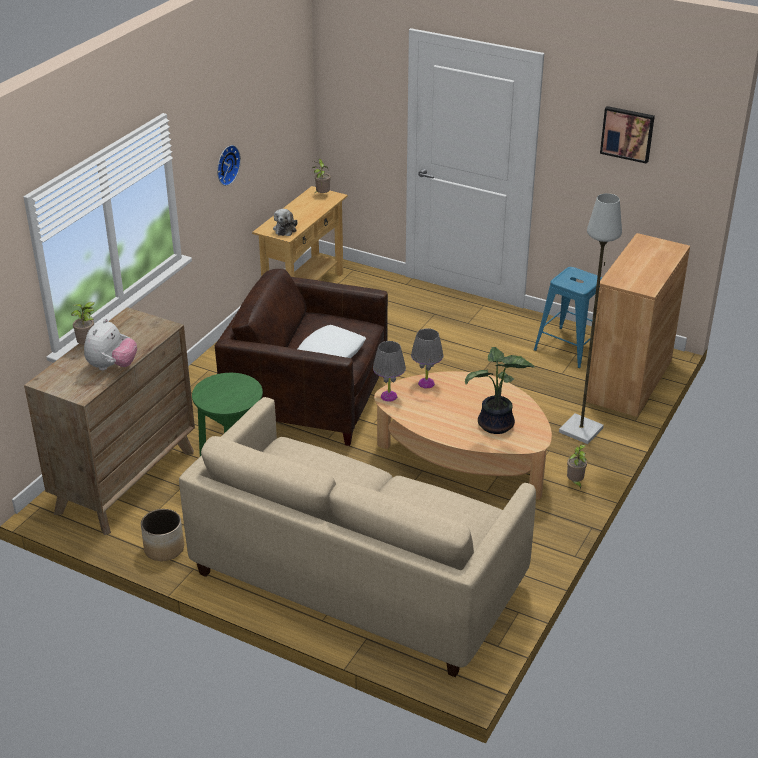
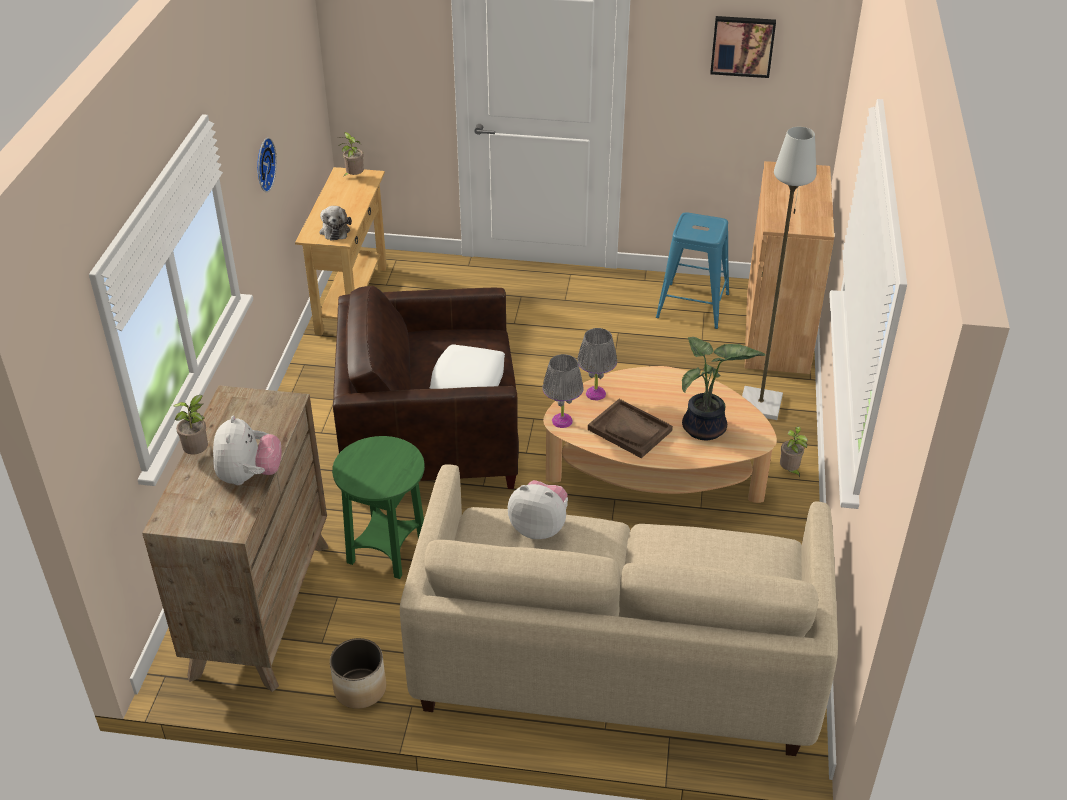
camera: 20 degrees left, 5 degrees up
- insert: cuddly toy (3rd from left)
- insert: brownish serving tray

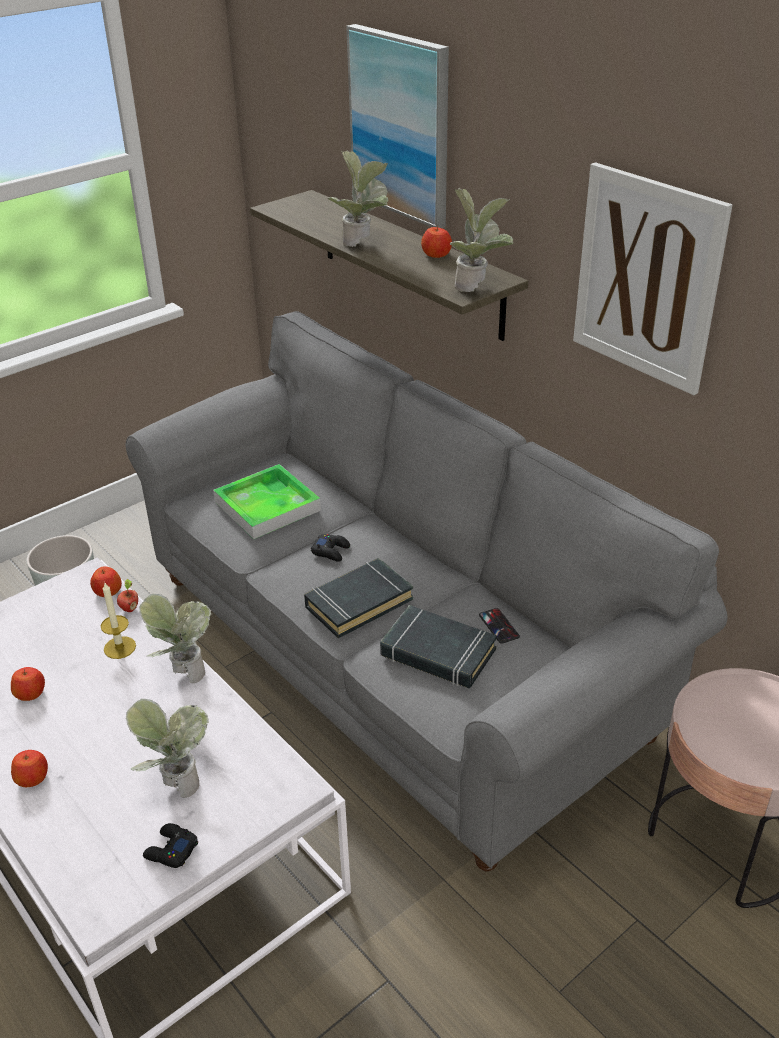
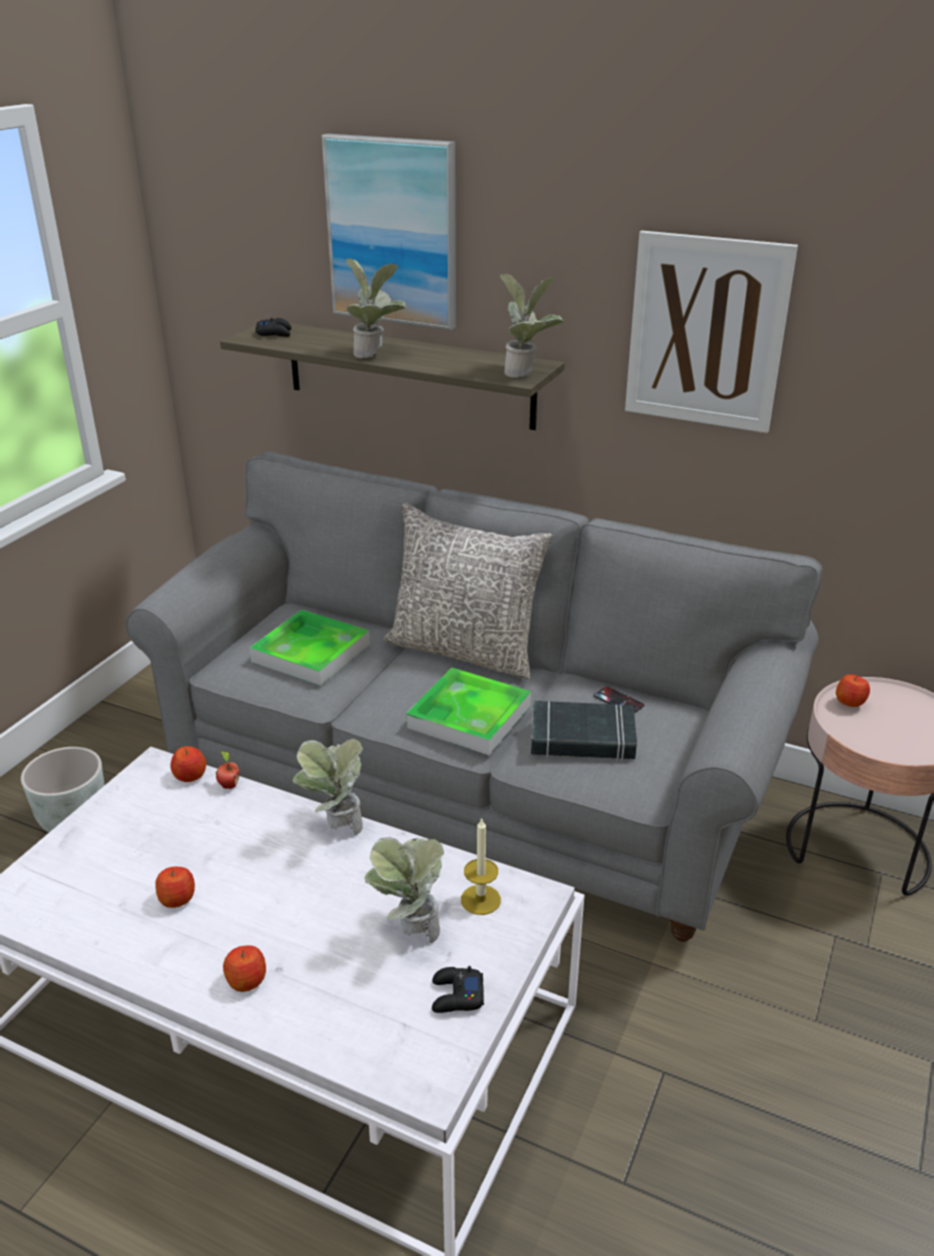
camera: 25 degrees left, 5 degrees down
- insert: greyish throw pillow
- move: candle
- move: black-coloured gamepad (2nd from left in the first image) to black-coloured gamepad (1st from left)
- move: whole apple (5th from left)
- replace: black-coloured volume (1st from left) to serving tray (2nd from left)

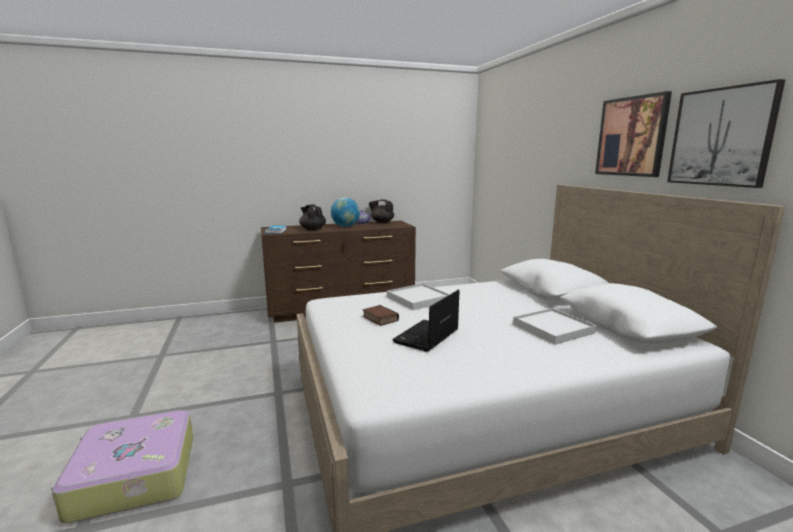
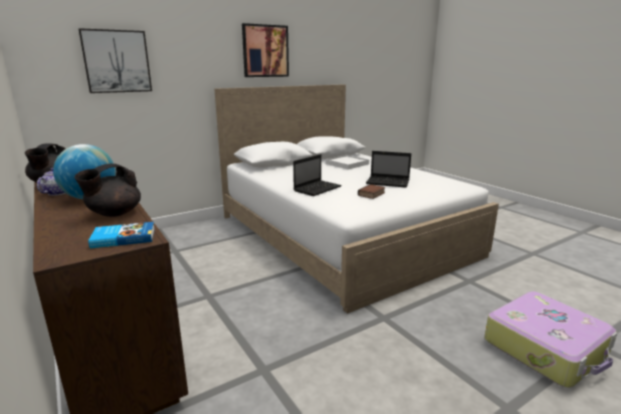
camera: 105 degrees left, 5 degrees up
- move: wall art (2nd from left in the first image) to wall art (1st from left)
- replace: whitish serving tray (1st from left) to laptop (1st from left)

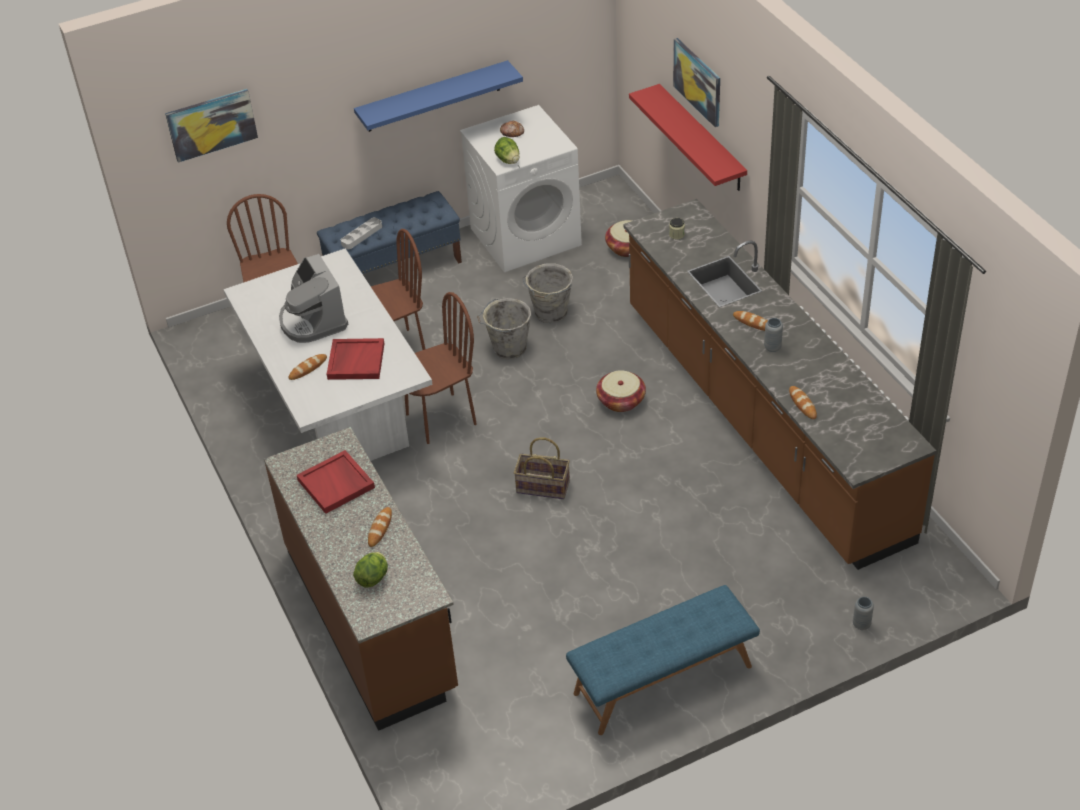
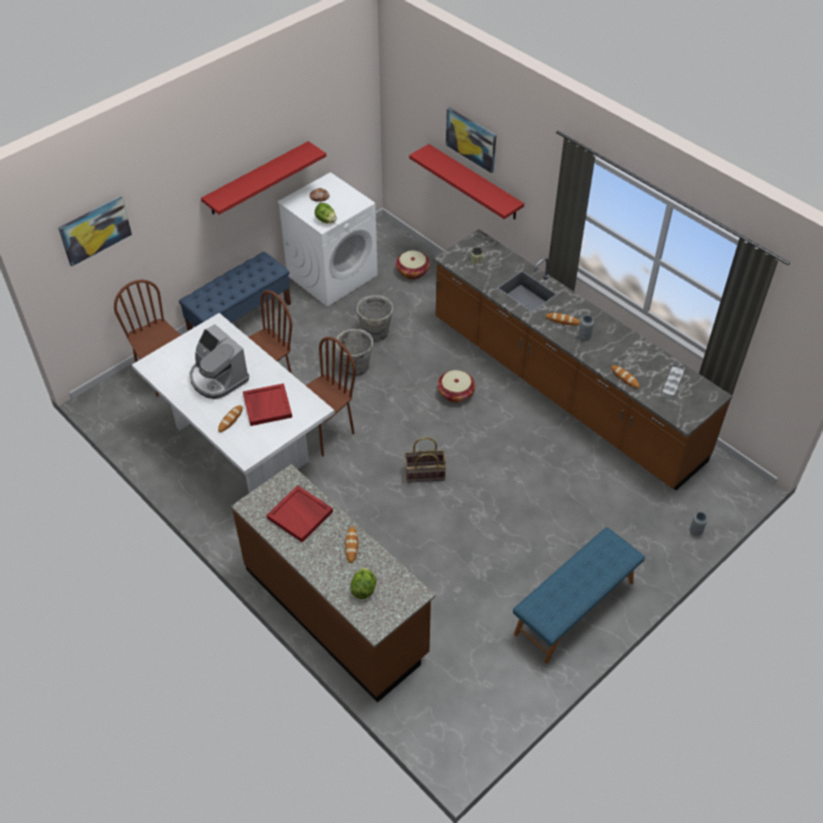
camera: 20 degrees left, 5 degrees up
- move: greyish serving tray
- recolor: bluish wall shelf to reddish wall shelf (1st from left)

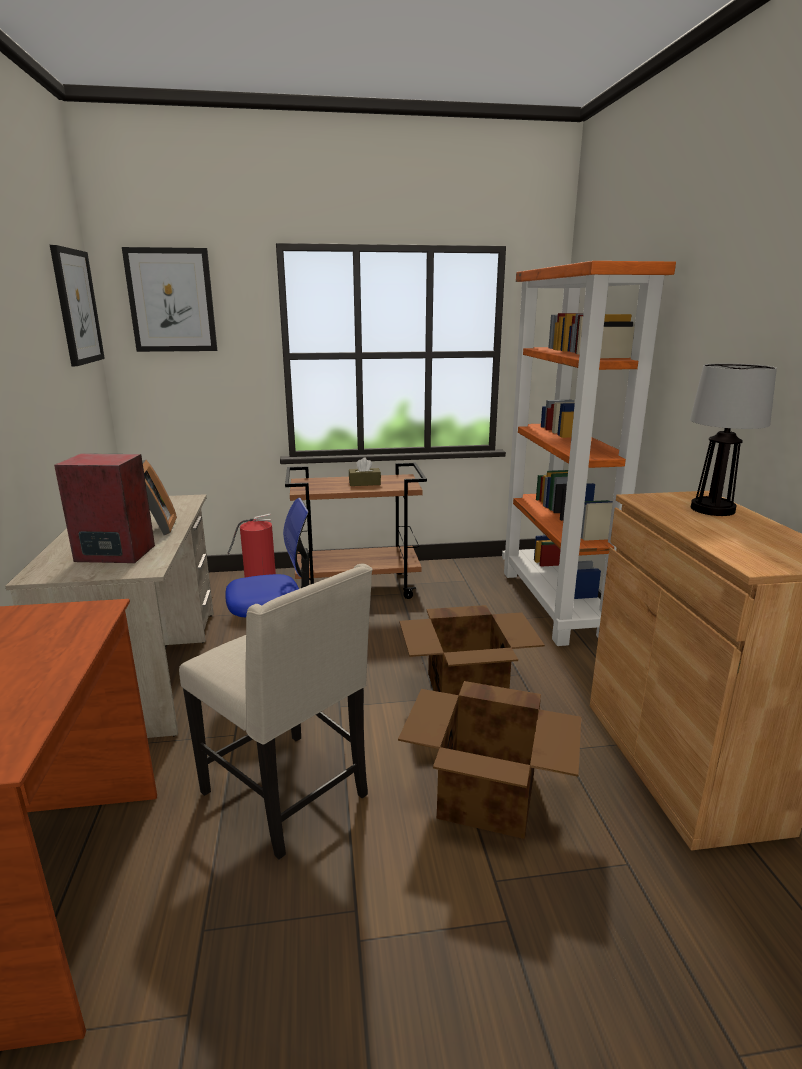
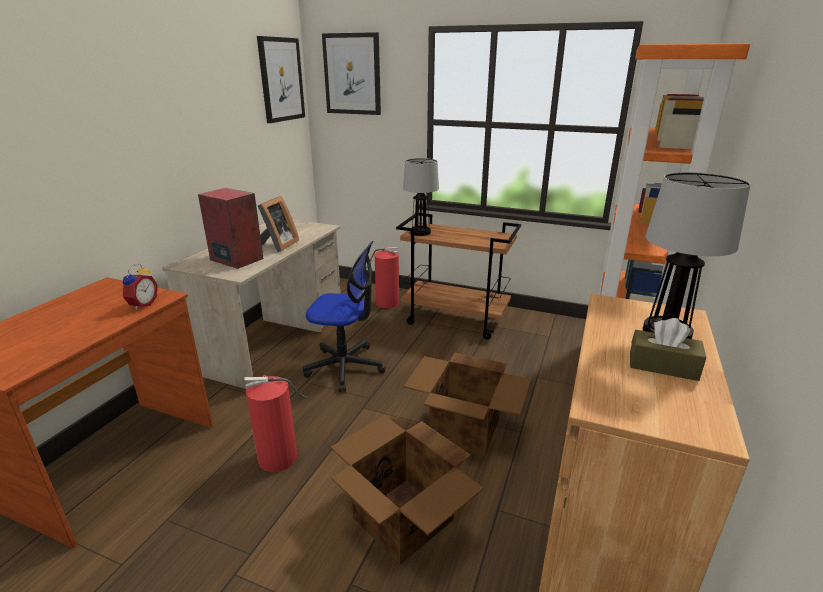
camera: 30 degrees right, 5 degrees up
- insert: alarm clock
- insert: lamp for a table (1st from left)
- move: brownish box of tissues
- replace: beige-coloured plain chair to fire extinguisher (1st from left)

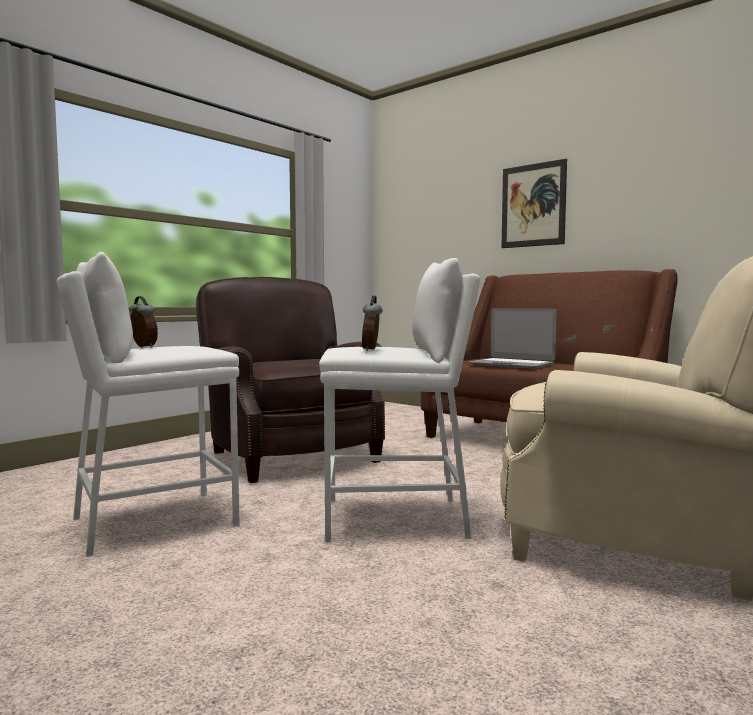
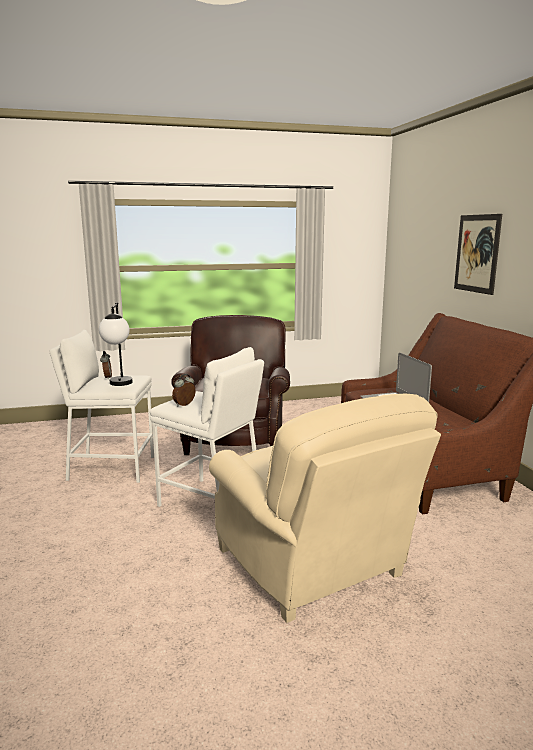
camera: 35 degrees right, 10 degrees up
- insert: lamp for a table

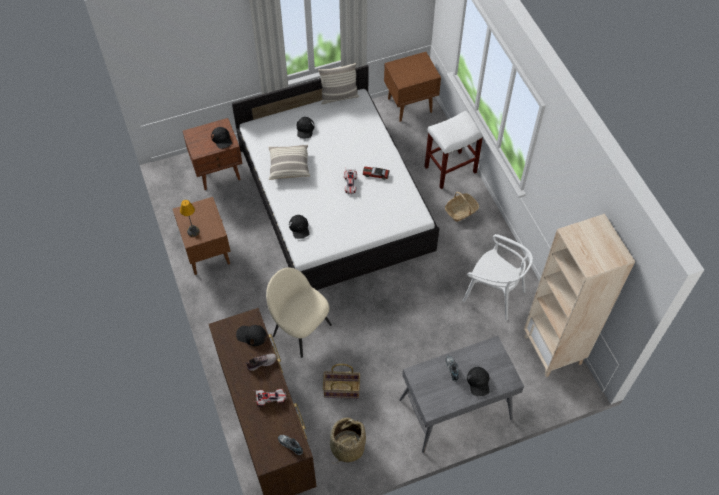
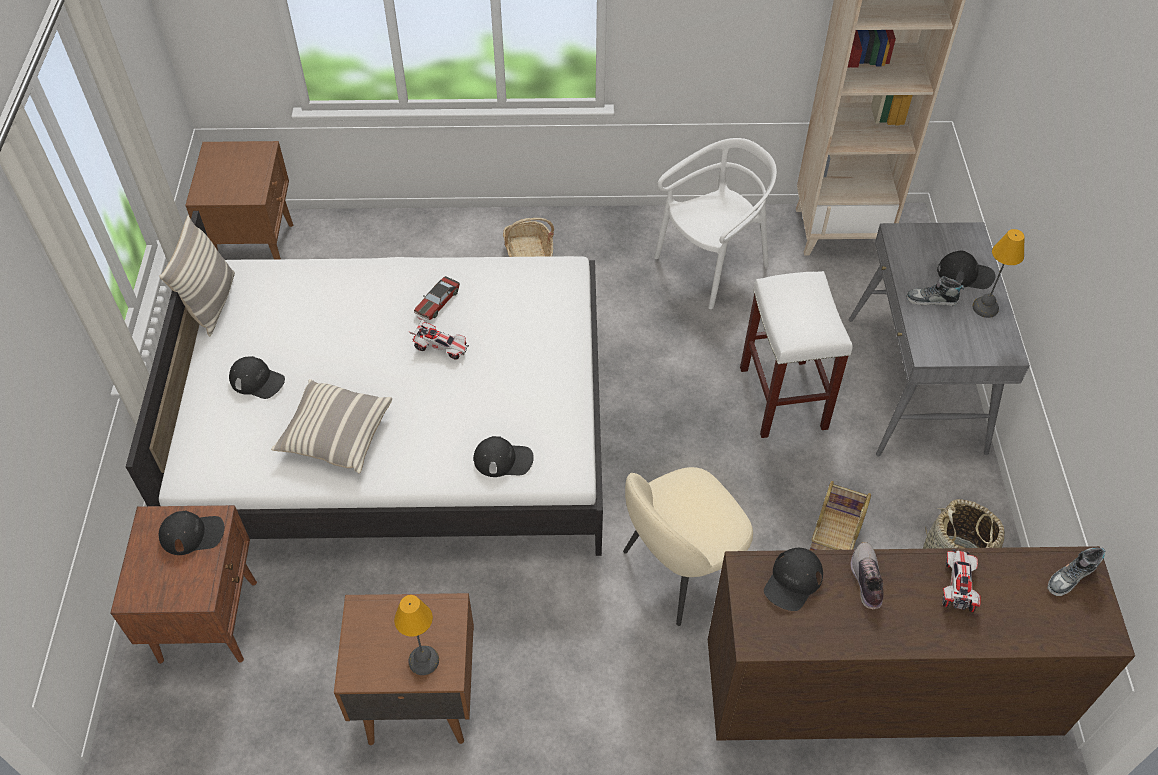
camera: 70 degrees left, 5 degrees down
- insert: lamp for a table (2nd from left)
- move: whitish sitting stool

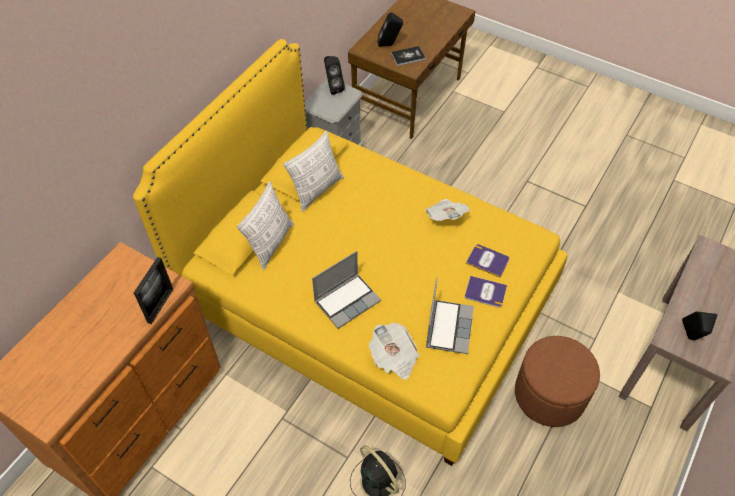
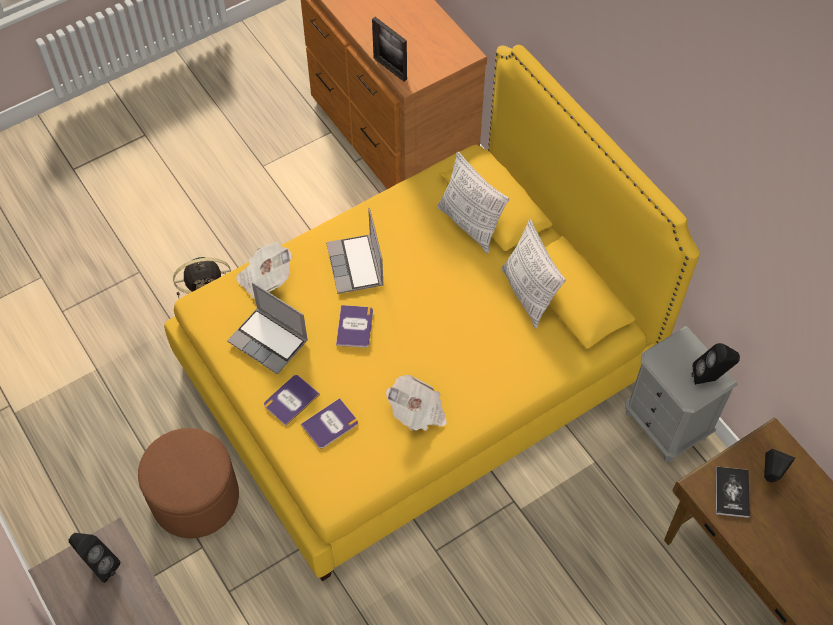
camera: 115 degrees right, 5 degrees up
- insert: volume (3rd from left)

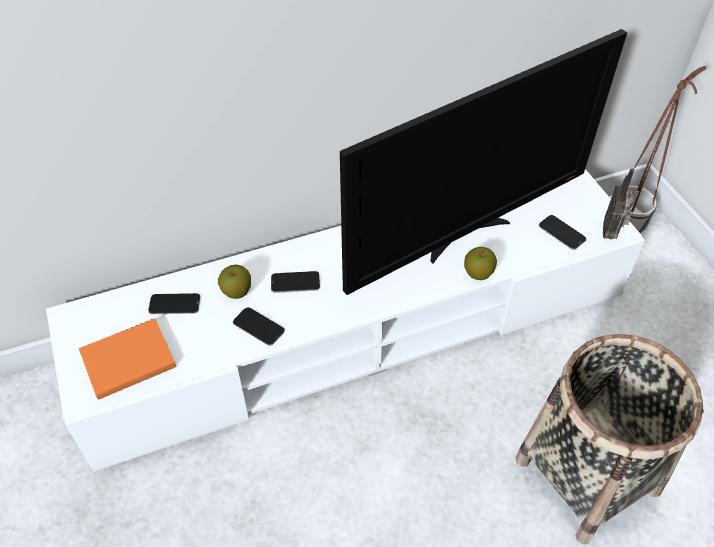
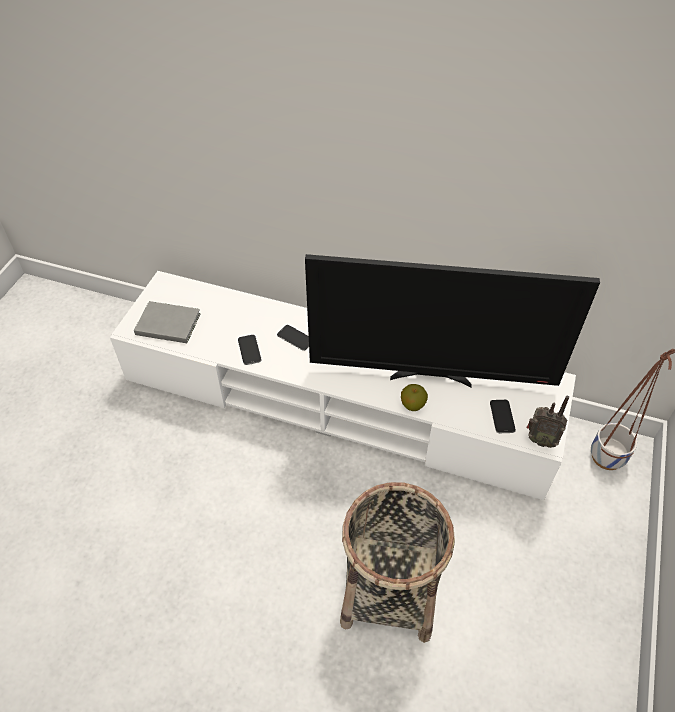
camera: 40 degrees right, 0 degrees up
- delete: handset (1st from left)
- delete: whole apple (1st from left)
- recolor: orange-coloured volume to greyish volume
- rotate: radio receiver 120 degrees counterclockwise

